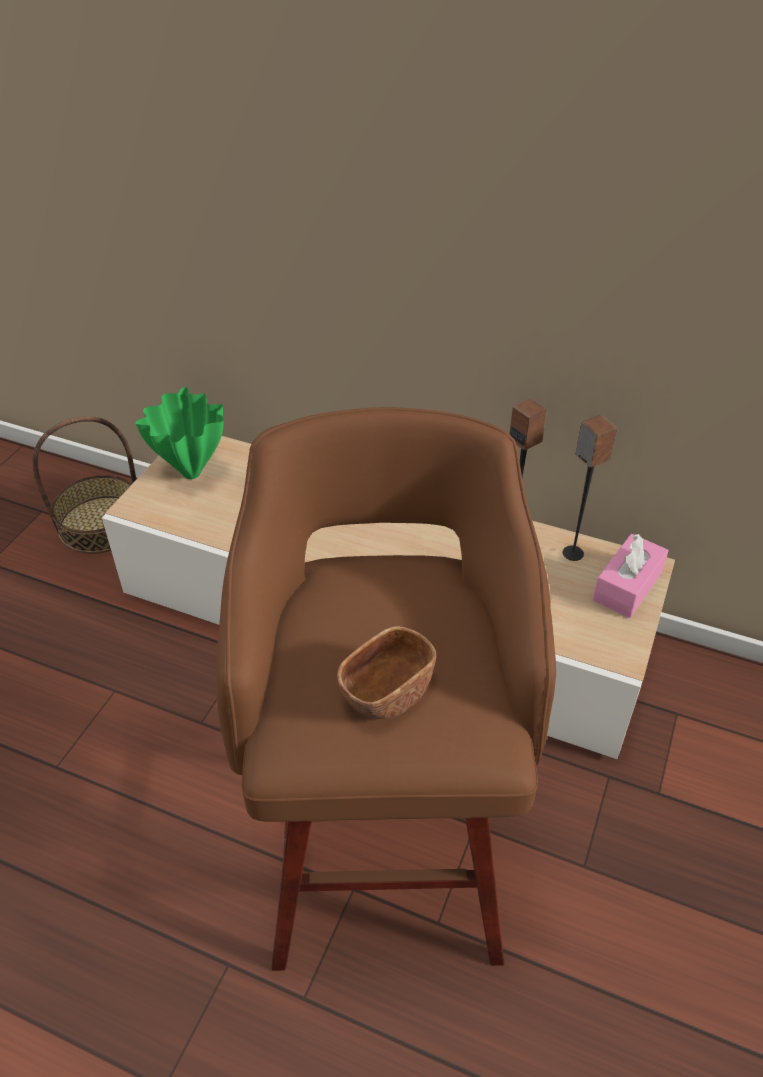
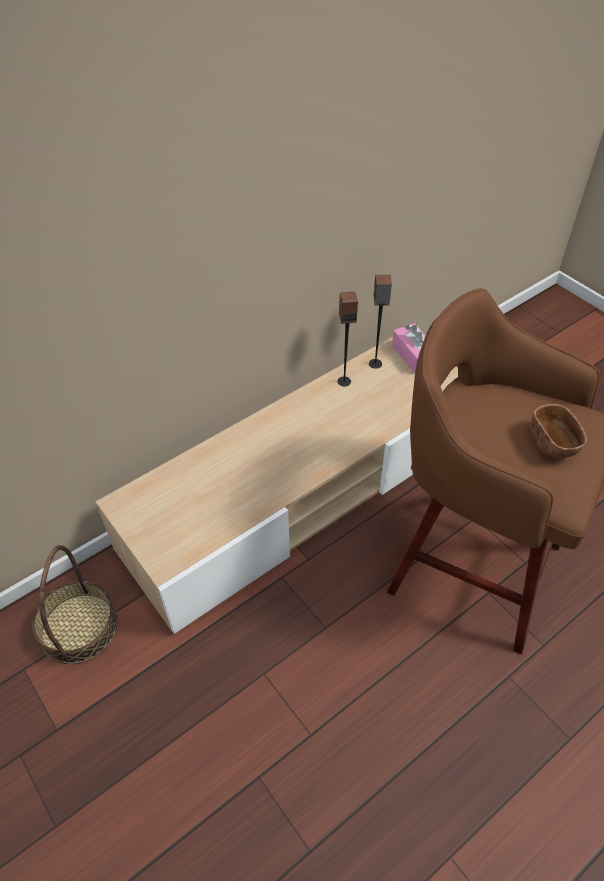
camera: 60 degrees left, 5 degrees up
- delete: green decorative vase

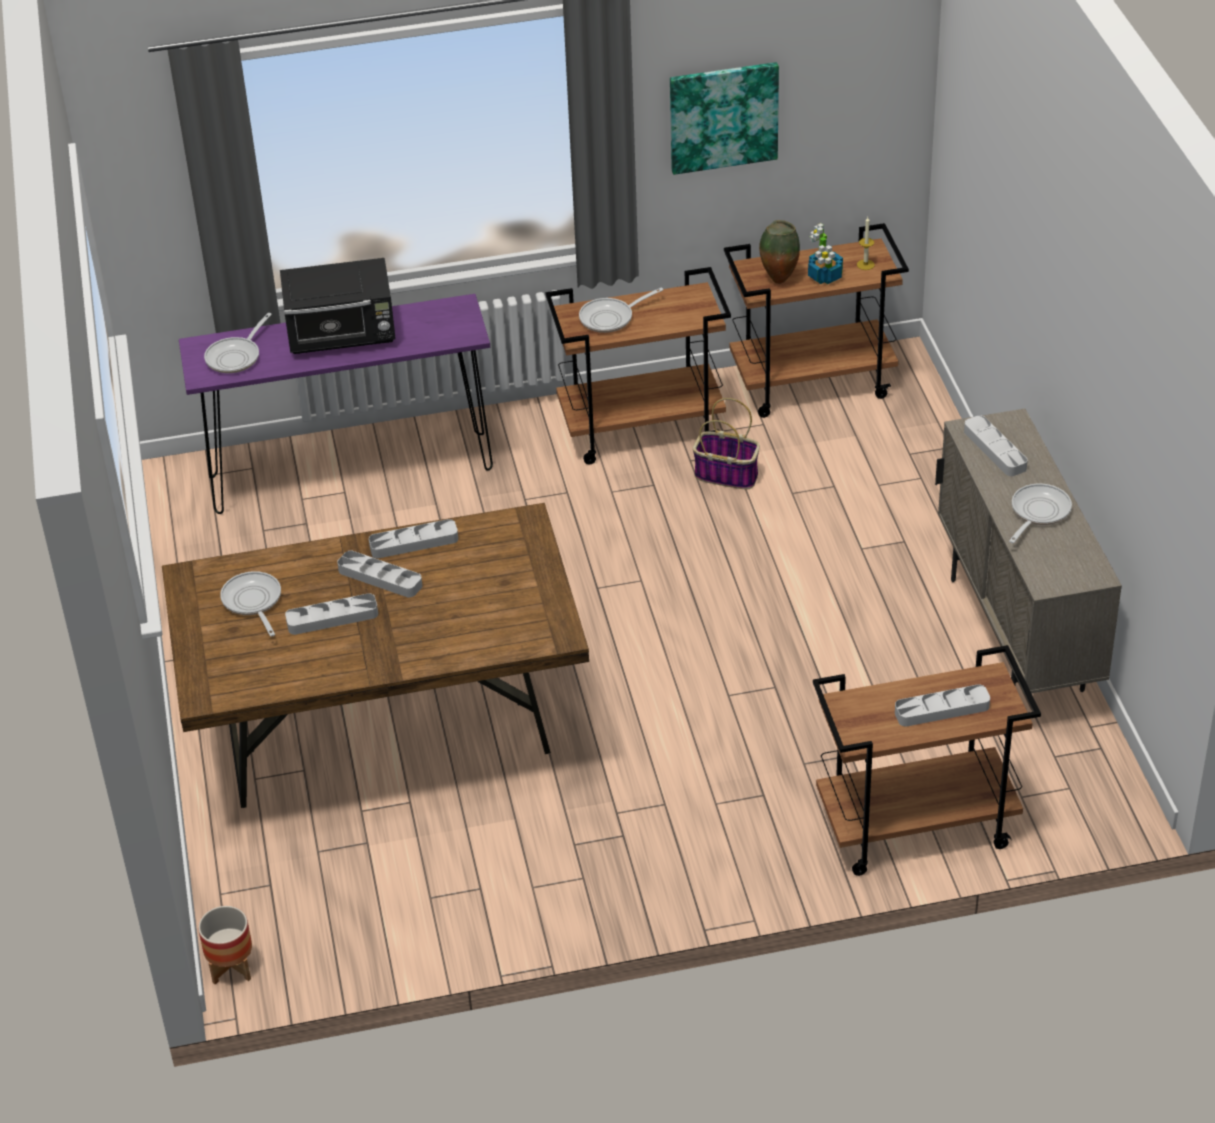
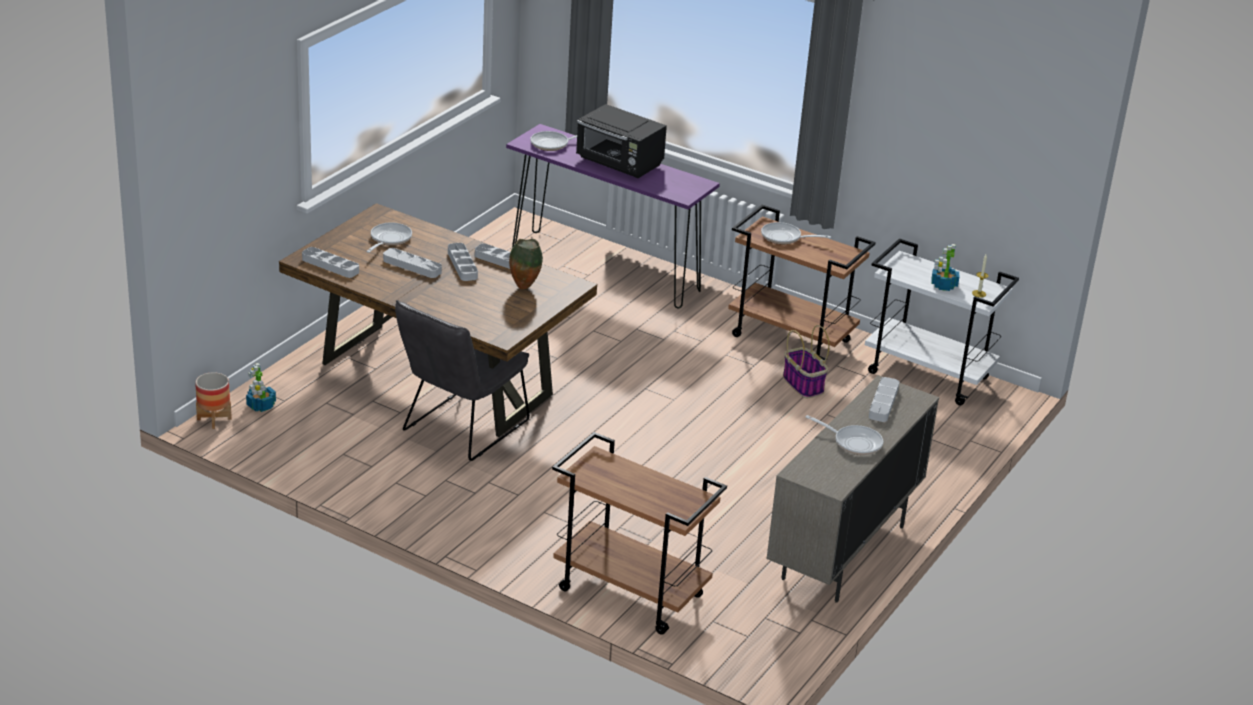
camera: 40 degrees right, 10 degrees down
- delete: wall art
- insert: potted plant (1st from left)
- insert: greyish plain chair
- move: decorative vase
- move: greyish serving tray (4th from left in the first image) to greyish serving tray (1st from left)
- recolor: brownish cart (2nd from left) to whitish cart
- rotate: pan (4th from left) 45 degrees clockwise

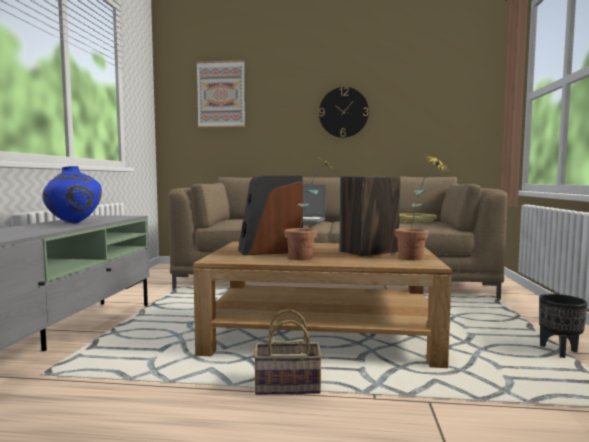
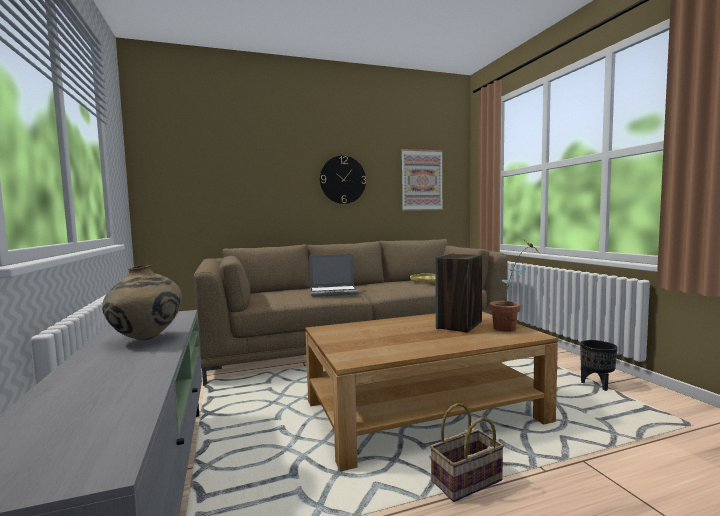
camera: 25 degrees left, 0 degrees up
- delete: audio speaker (1st from left)
- delete: potted plant (1st from left)
- move: wall art
- recolor: bluish decorative vase to beige-coloured decorative vase

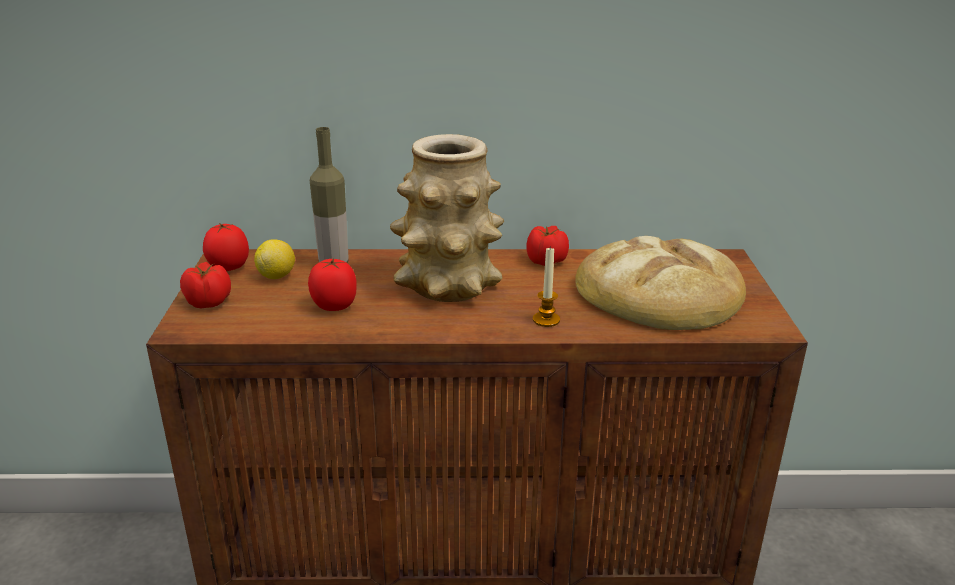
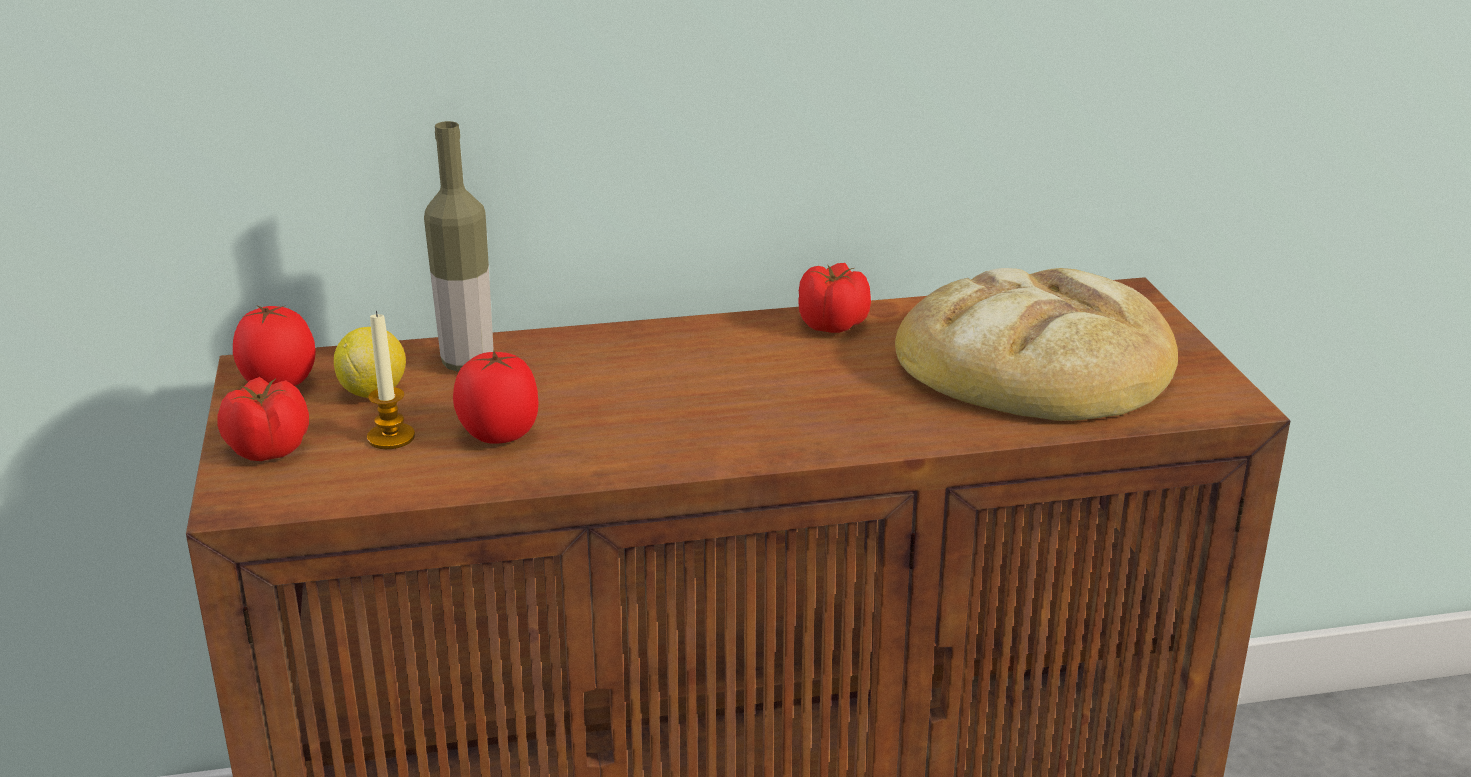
camera: 10 degrees left, 0 degrees up
- delete: decorative vase
- move: candle

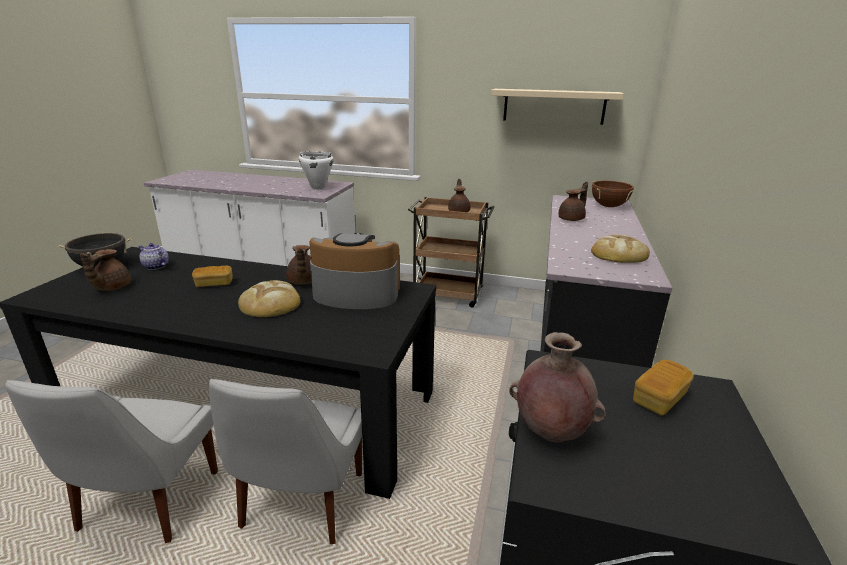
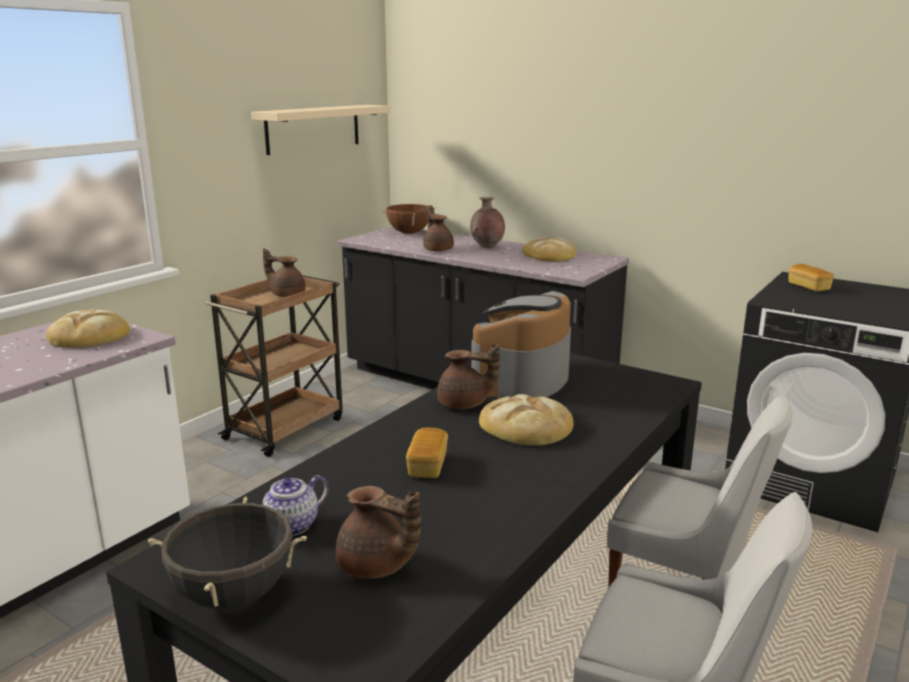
camera: 70 degrees left, 5 degrees down
- move: brownish decorative vase
- replace: whitish cooking pot to baked bread (1st from left)

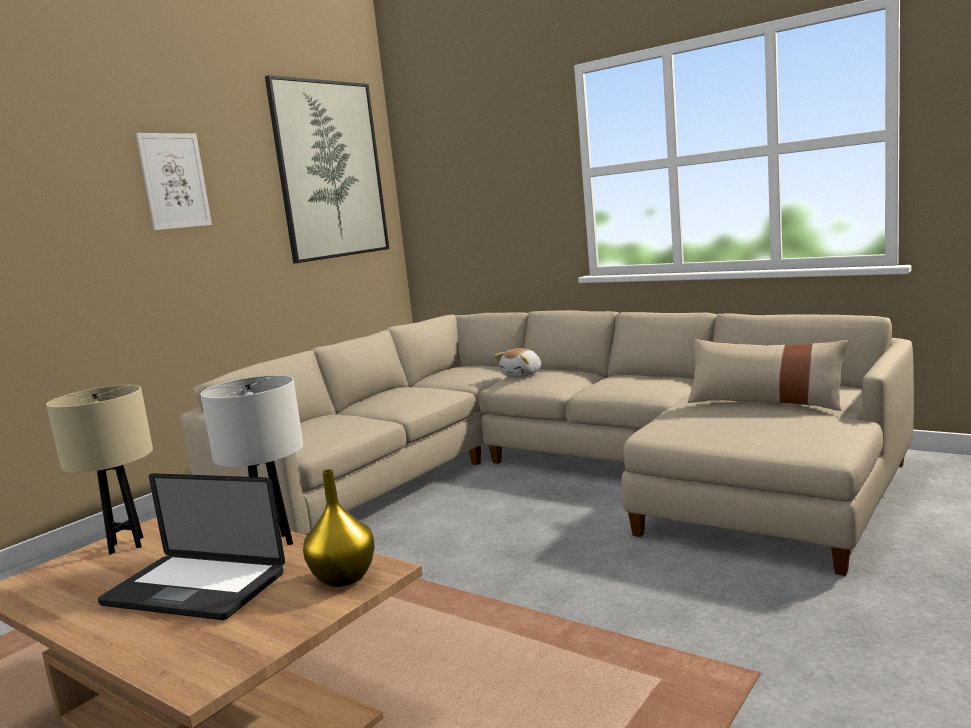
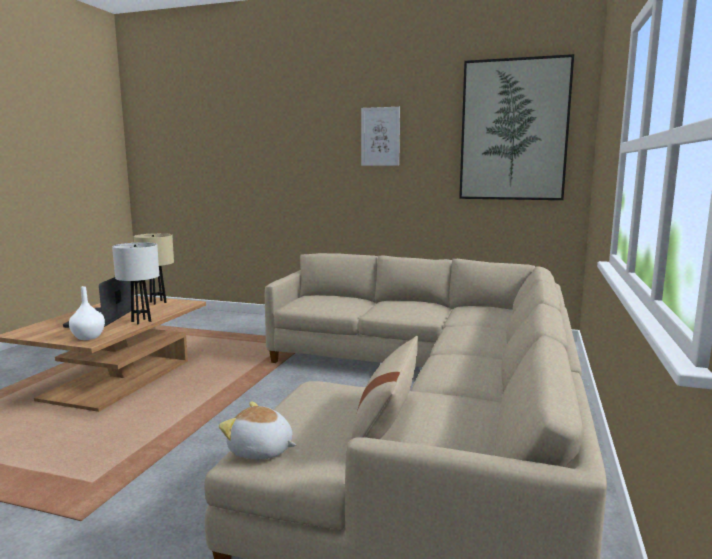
camera: 70 degrees right, 0 degrees up
- move: cuddly toy
- recolor: yellow decorative vase to whitish decorative vase

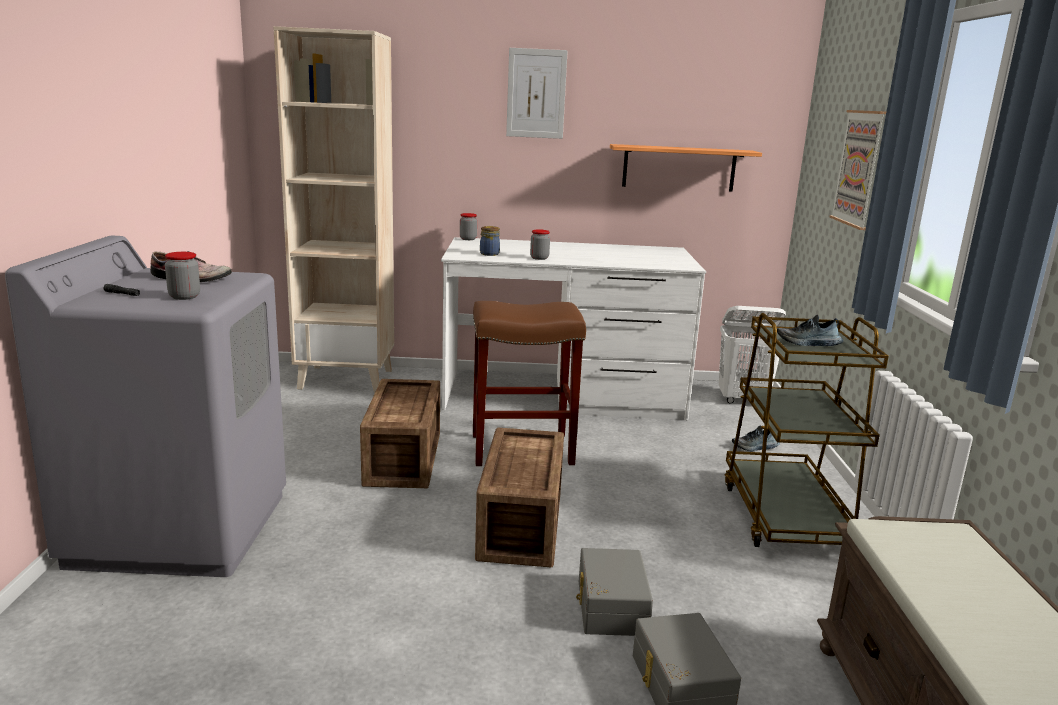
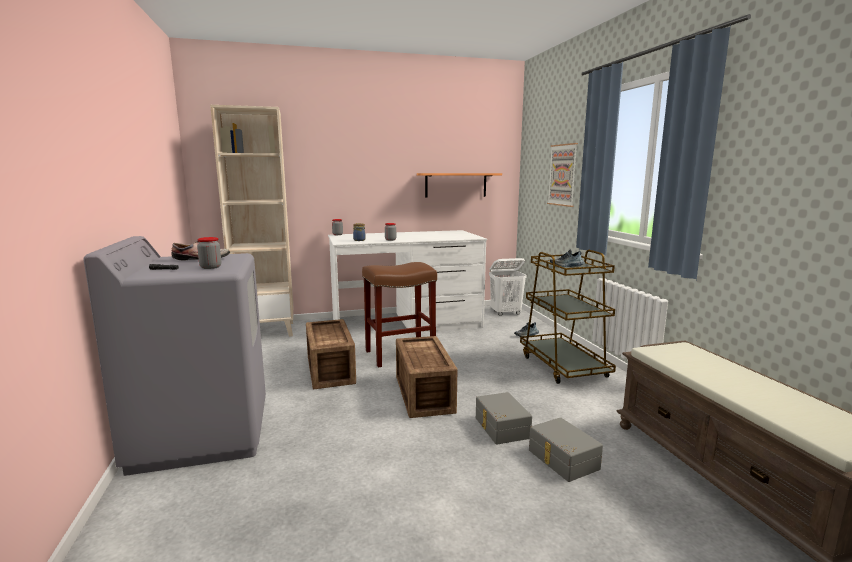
camera: 15 degrees left, 5 degrees down
- delete: wall art (1st from left)

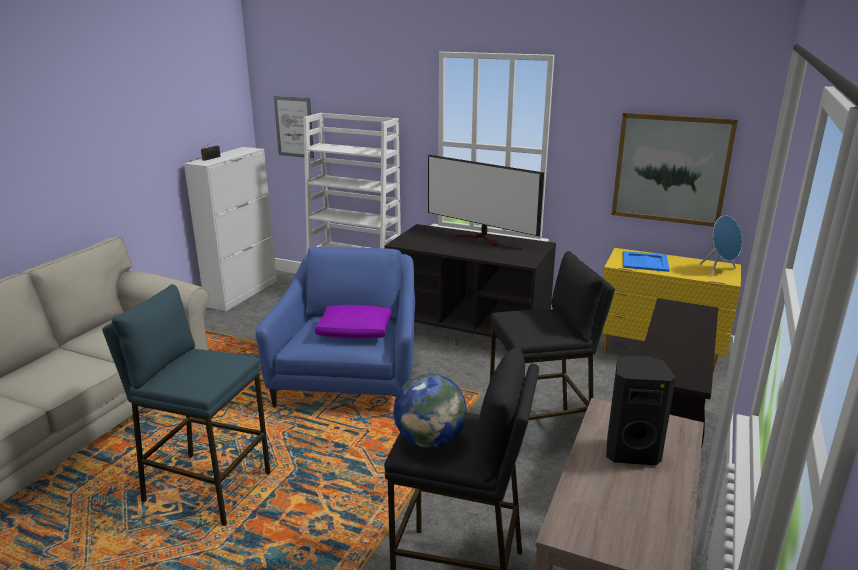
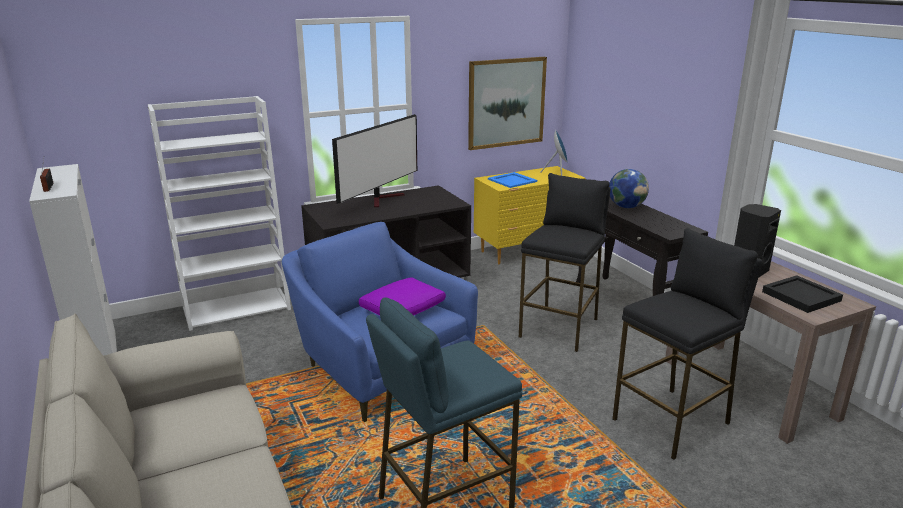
camera: 50 degrees left, 0 degrees up
- delete: wall art (1st from left)
- insert: black-coloured serving tray
- move: globe
- rotate: TV 45 degrees counterclockwise

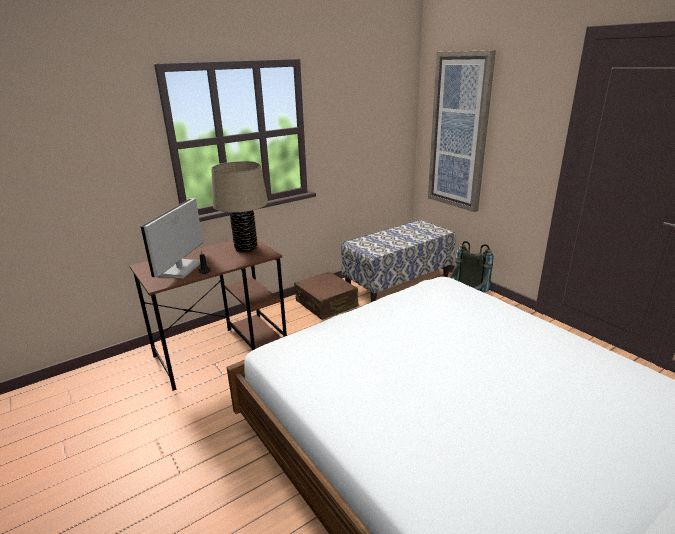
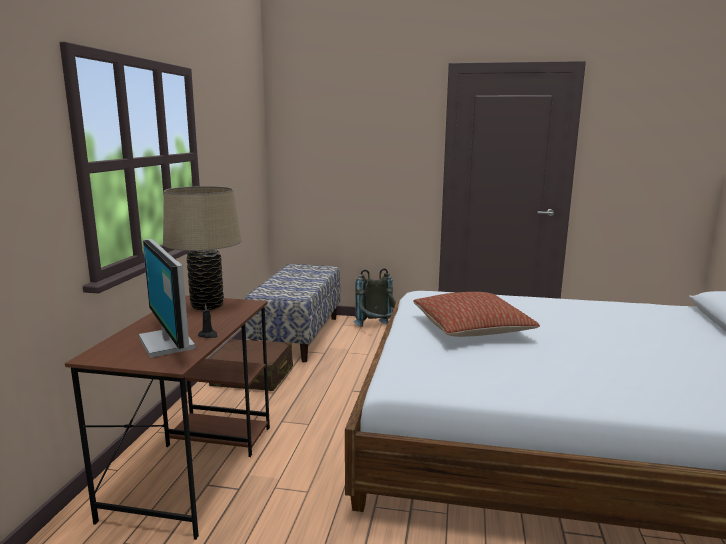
camera: 45 degrees left, 10 degrees down
- delete: wall art
- insert: throw pillow

